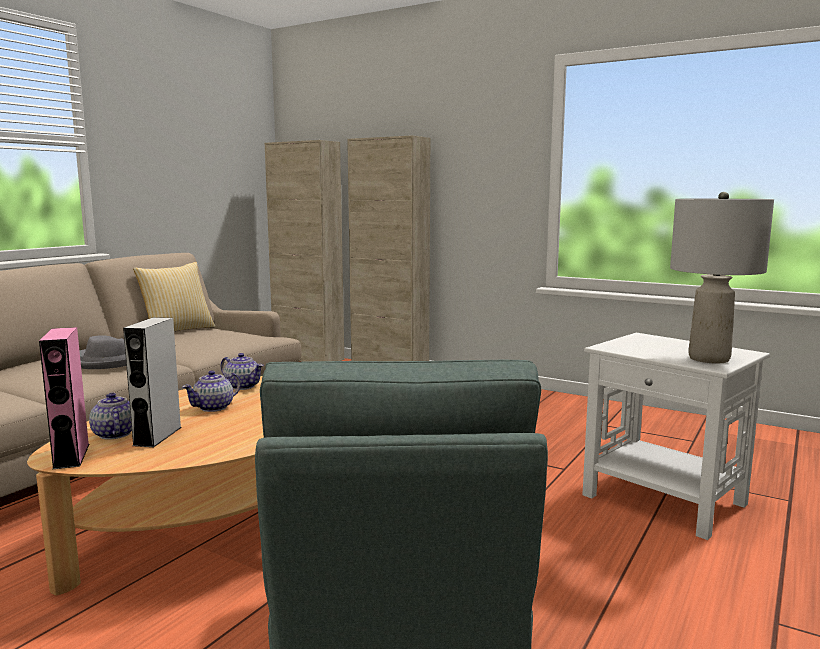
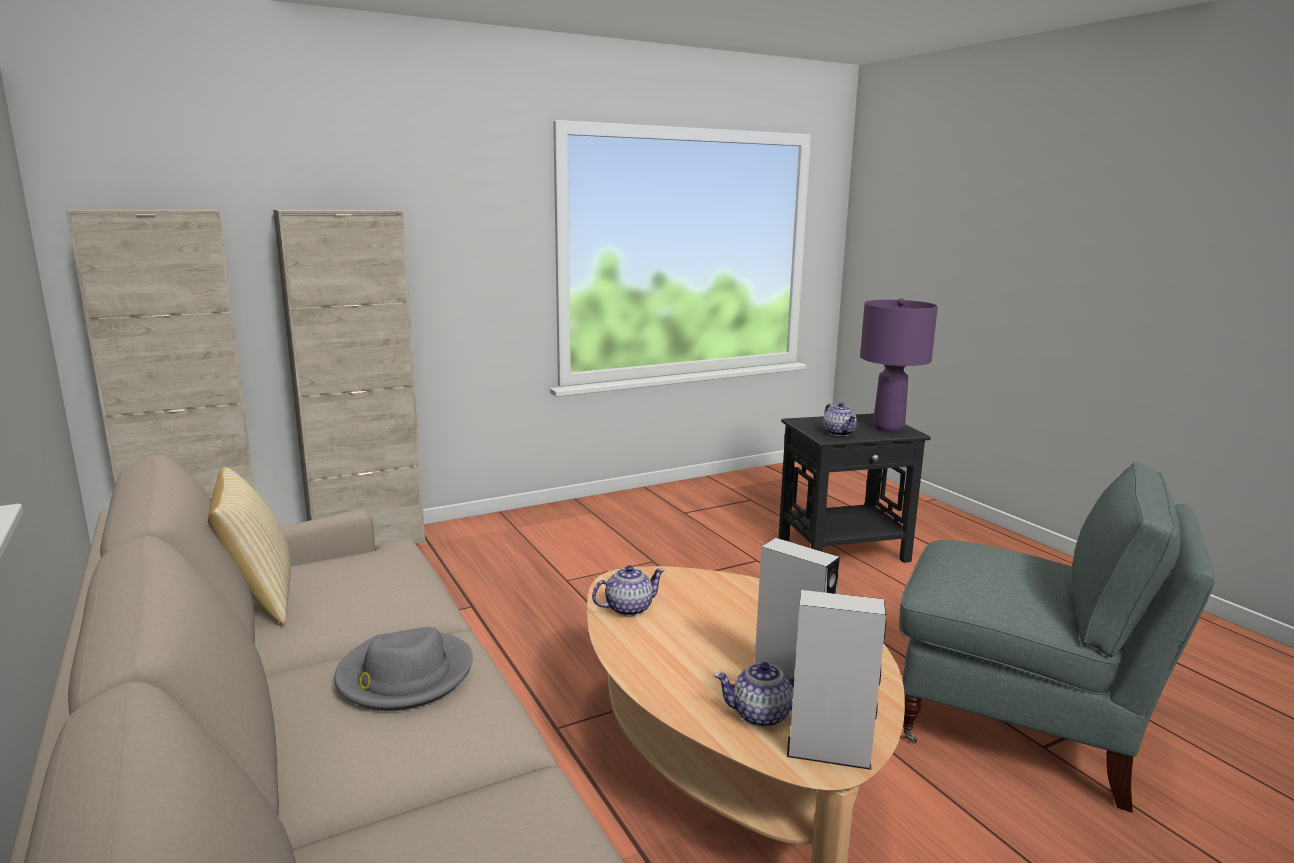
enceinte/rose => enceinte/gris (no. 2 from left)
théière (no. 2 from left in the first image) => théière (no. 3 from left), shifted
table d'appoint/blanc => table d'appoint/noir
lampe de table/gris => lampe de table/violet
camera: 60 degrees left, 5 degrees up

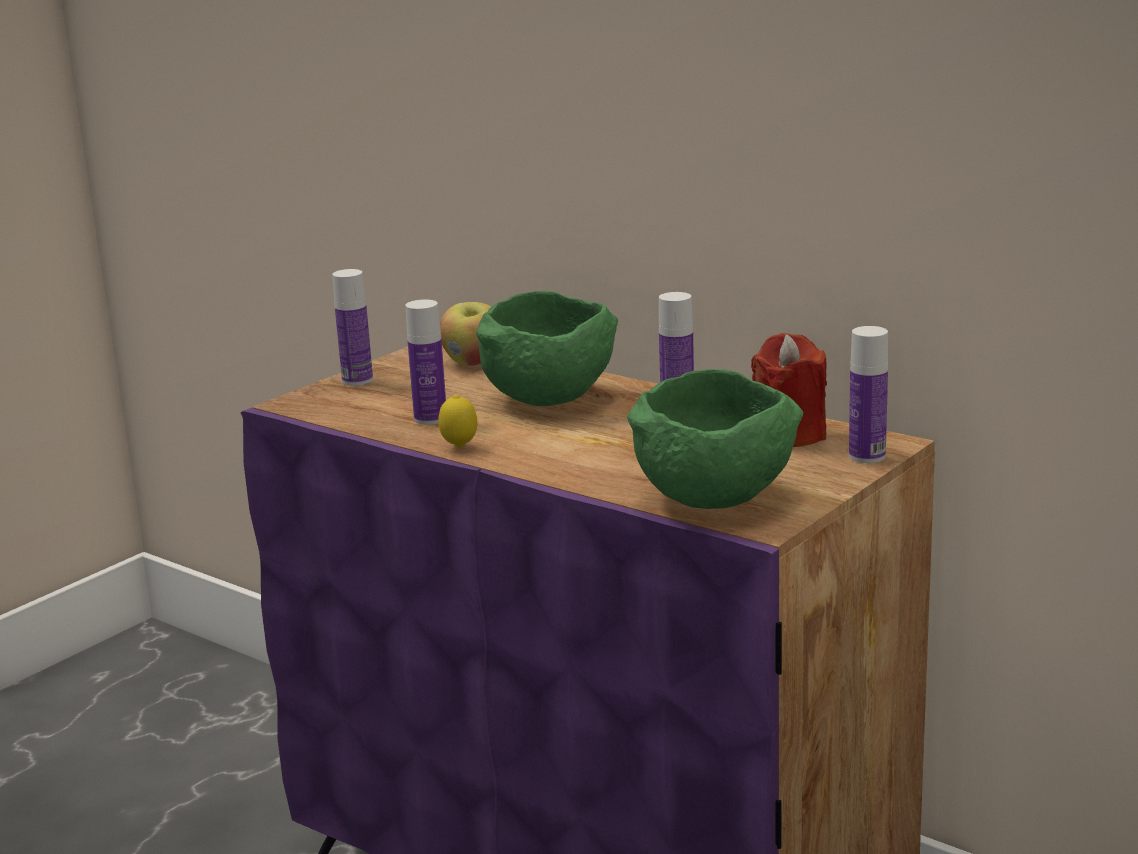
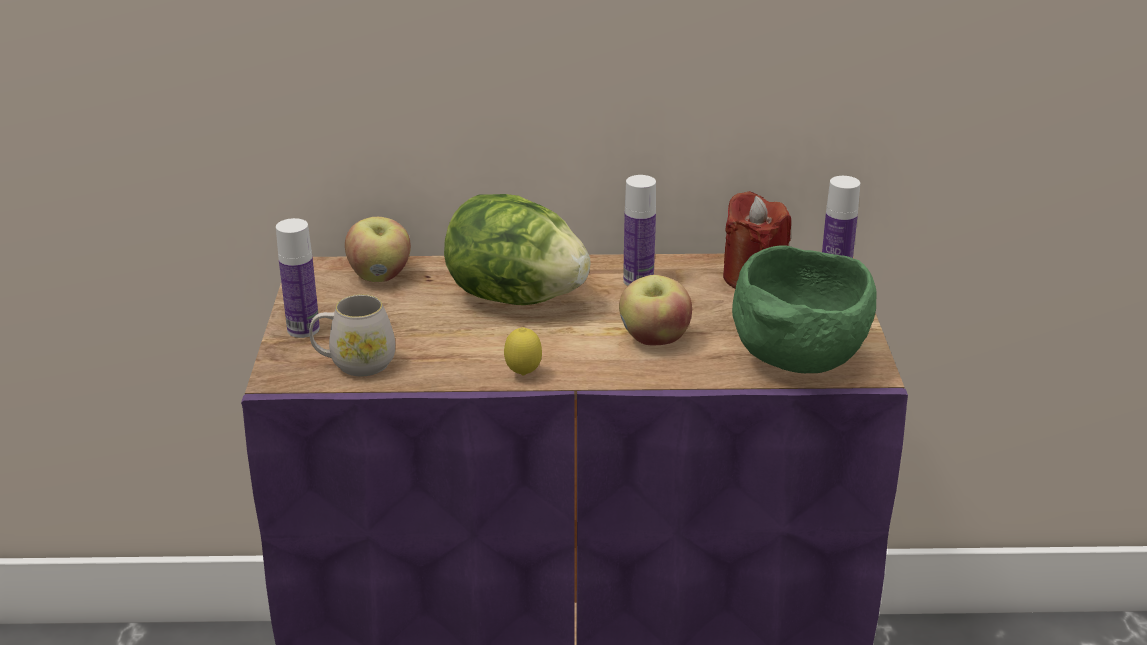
bouteille (no. 2 from left) => nothing
bol/vert (no. 1 from left) => laitue
nothing => mug/blanc
nothing => pomme (no. 2 from left)
camera: 40 degrees left, 10 degrees up

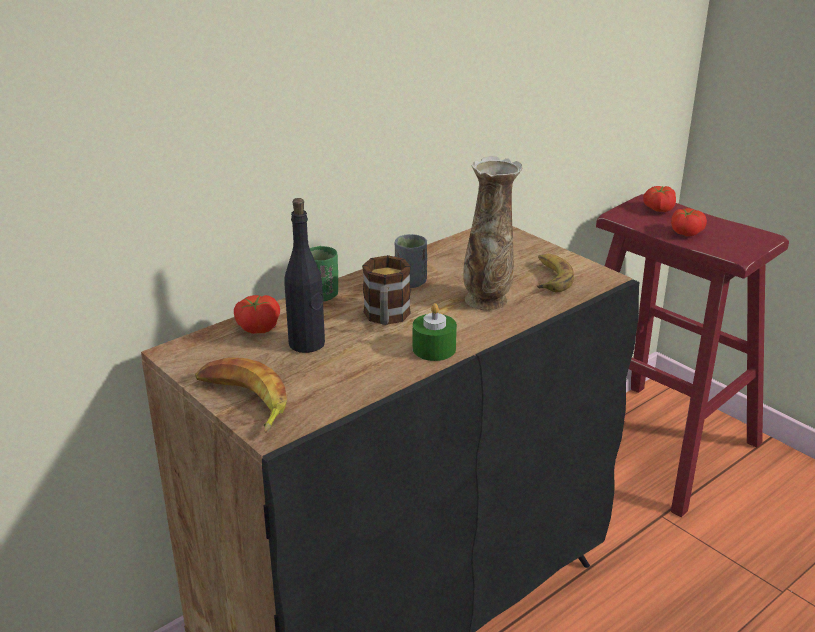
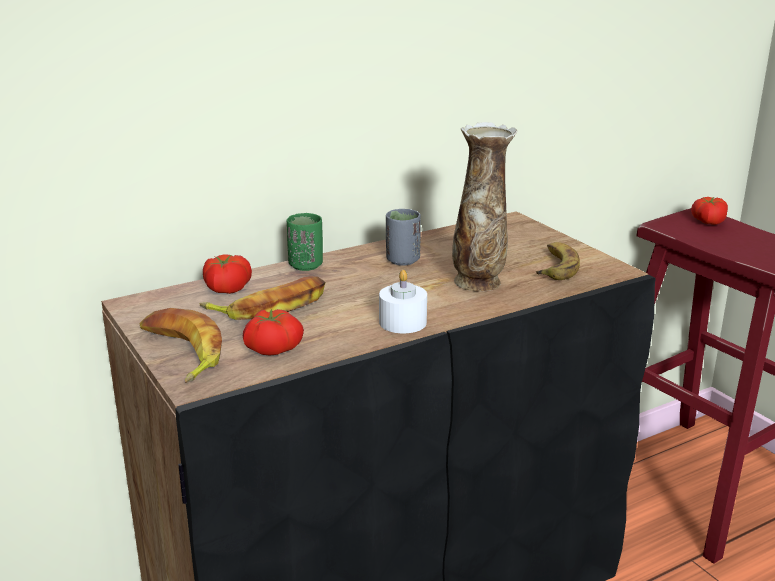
bouteille/noir => banane (no. 2 from left)
mug => nothing
bougie/vert => bougie/blanc
tomate (no. 3 from left in the first image) => tomate (no. 2 from left), shifted
camera: 10 degrees right, 5 degrees down

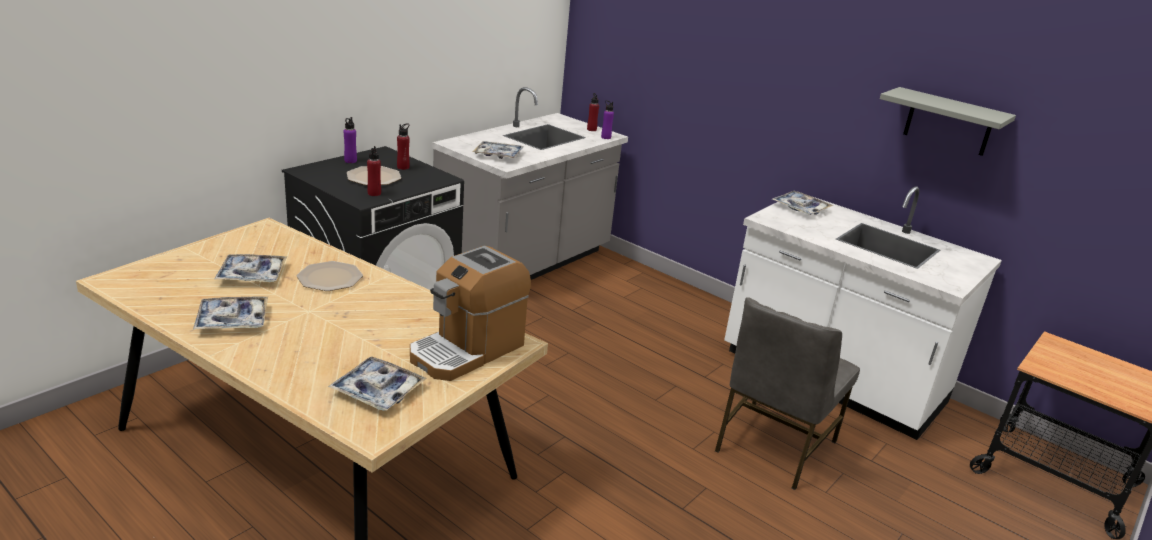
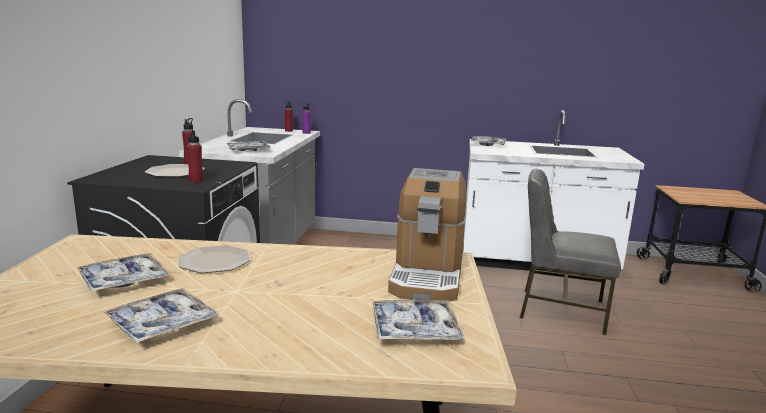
bouteille/violet (no. 1 from left) => nothing
chaise/gris, 105 degrees clockwise
étagère/gris => nothing
camera: 30 degrees left, 10 degrees down

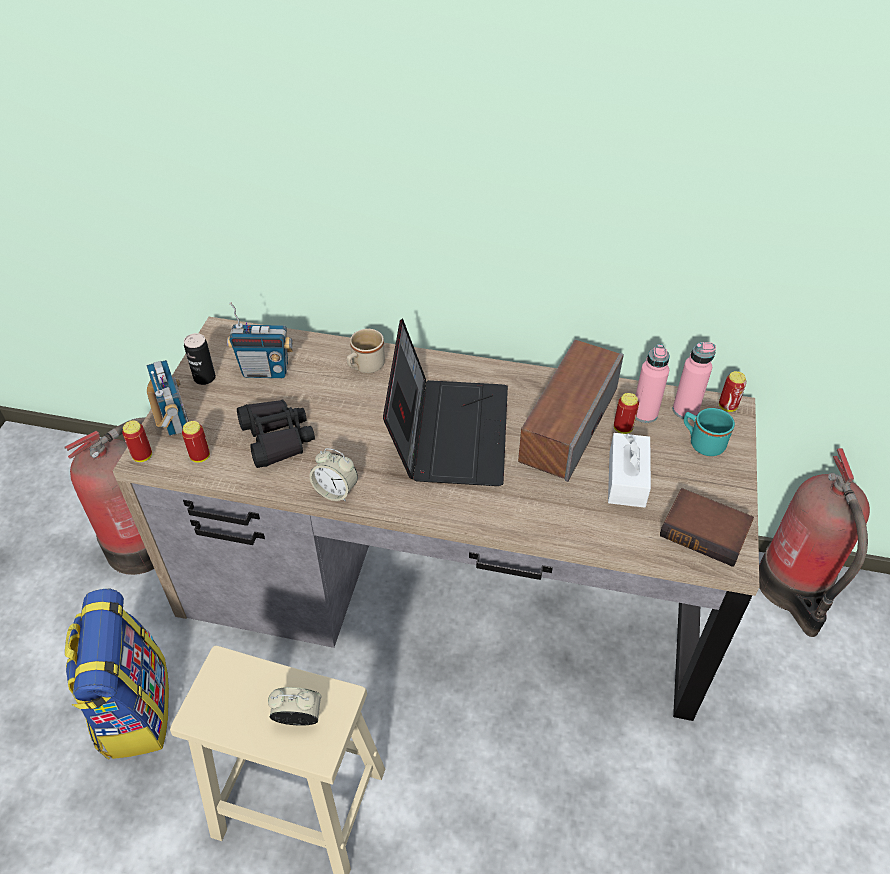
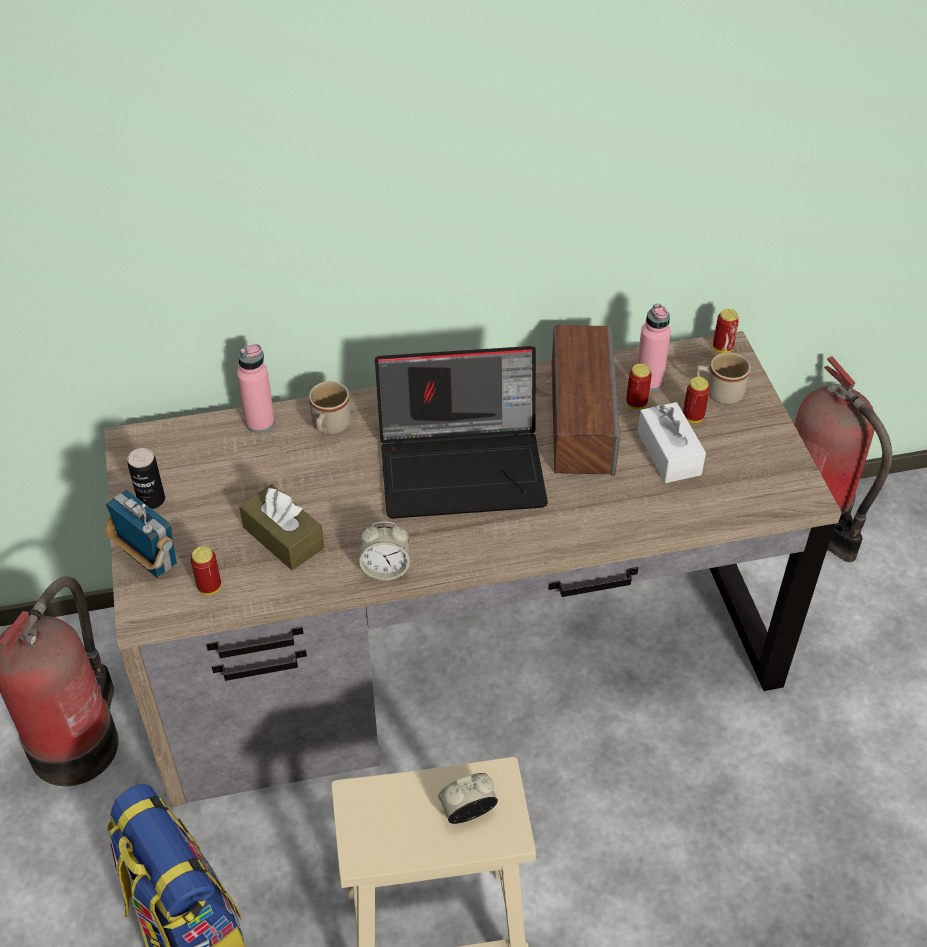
boîte métallique (no. 1 from left in the first image) => boîte métallique (no. 4 from left), shifted
radio (no. 2 from left) => nothing
jumelles/noir => boîte à mouchoirs/marron
ordinateur portable, 105 degrees clockwise
livre => nothing
bouteille/rose (no. 2 from left in the first image) => bouteille/rose (no. 1 from left), shifted
mug/turquoise => mug/beige (no. 2 from left)
camera: 25 degrees left, 0 degrees up

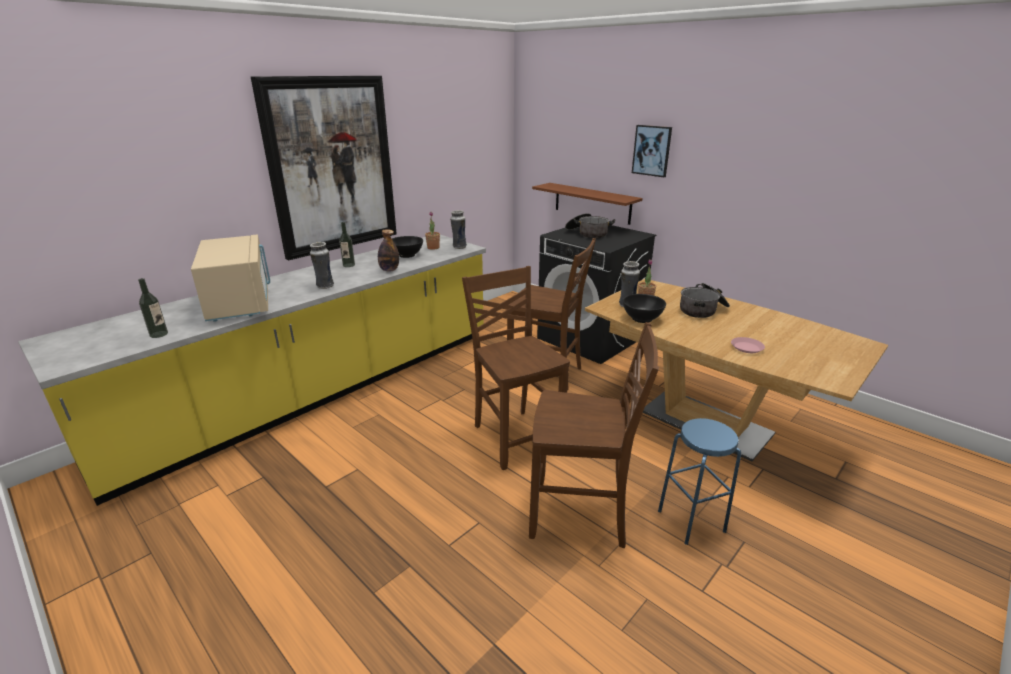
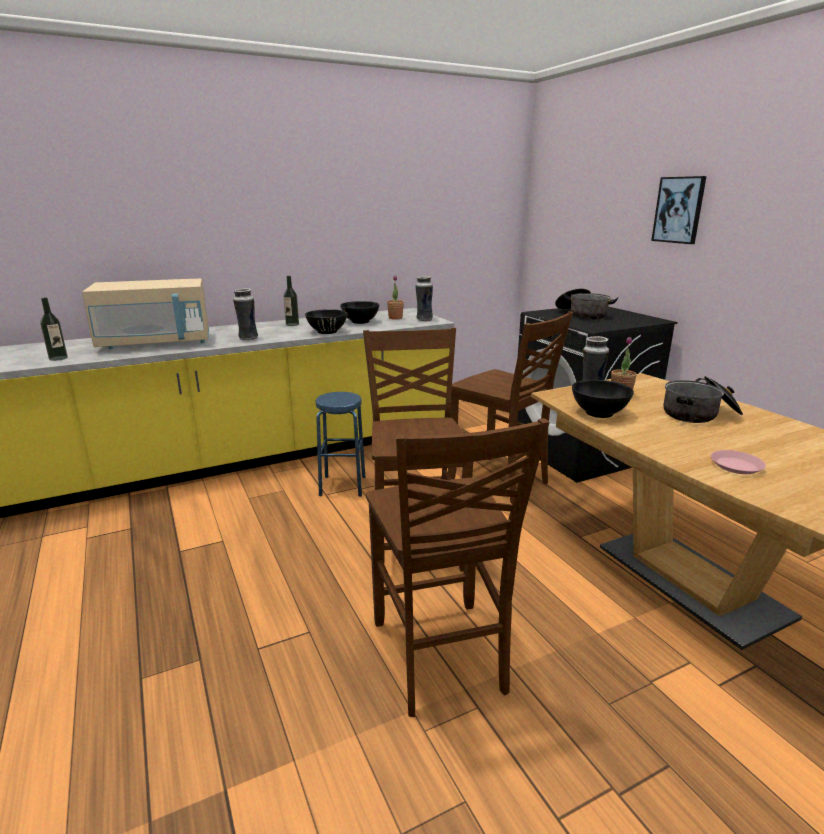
micro-ondes/beige, 75 degrees clockwise
tableau (no. 1 from left) => nothing
bouteille (no. 3 from left) => bol/noir (no. 1 from left)
chaise/marron (no. 3 from left in the first image) => chaise/marron (no. 2 from left), 45 degrees clockwise
étagère/marron => nothing
tabouret/bleu, shifted
camera: 20 degrees right, 5 degrees down

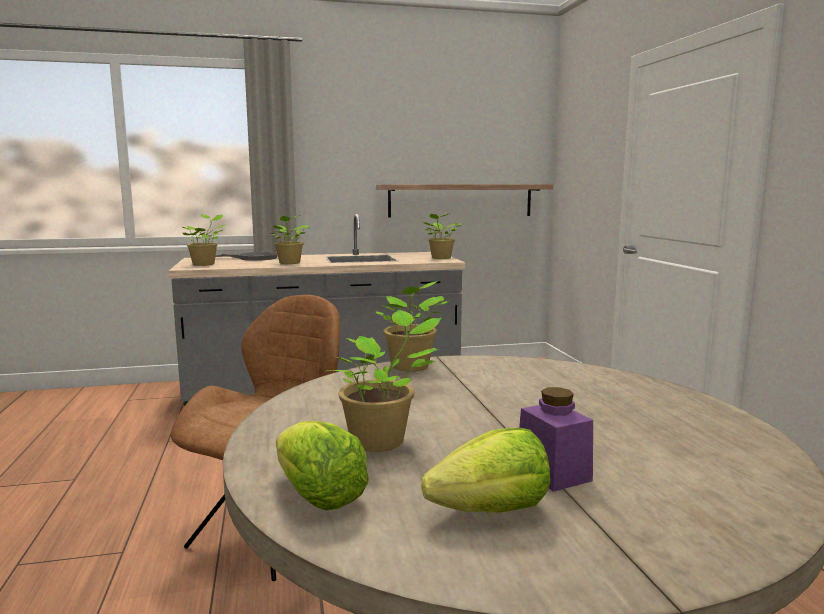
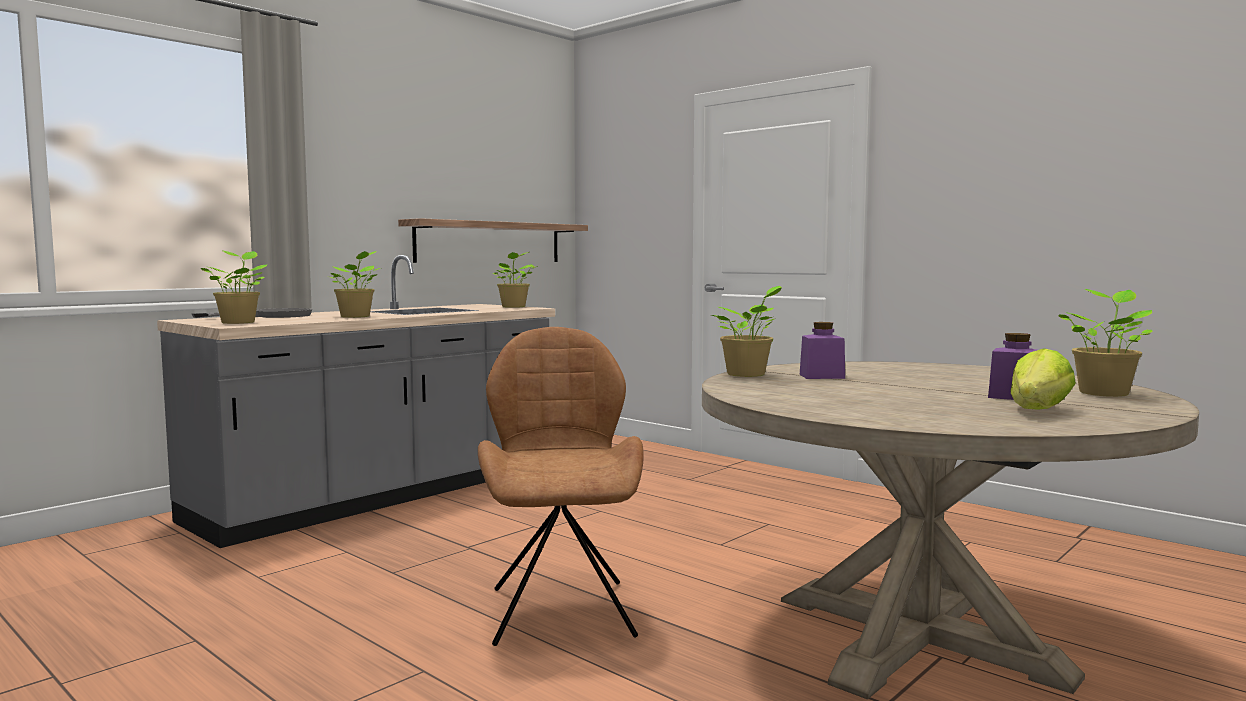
laitue (no. 1 from left) => nothing
plante en pot (no. 3 from left in the first image) => plante en pot (no. 5 from left), shifted
nothing => bocal/violet (no. 1 from left)
camera: 35 degrees left, 5 degrees down

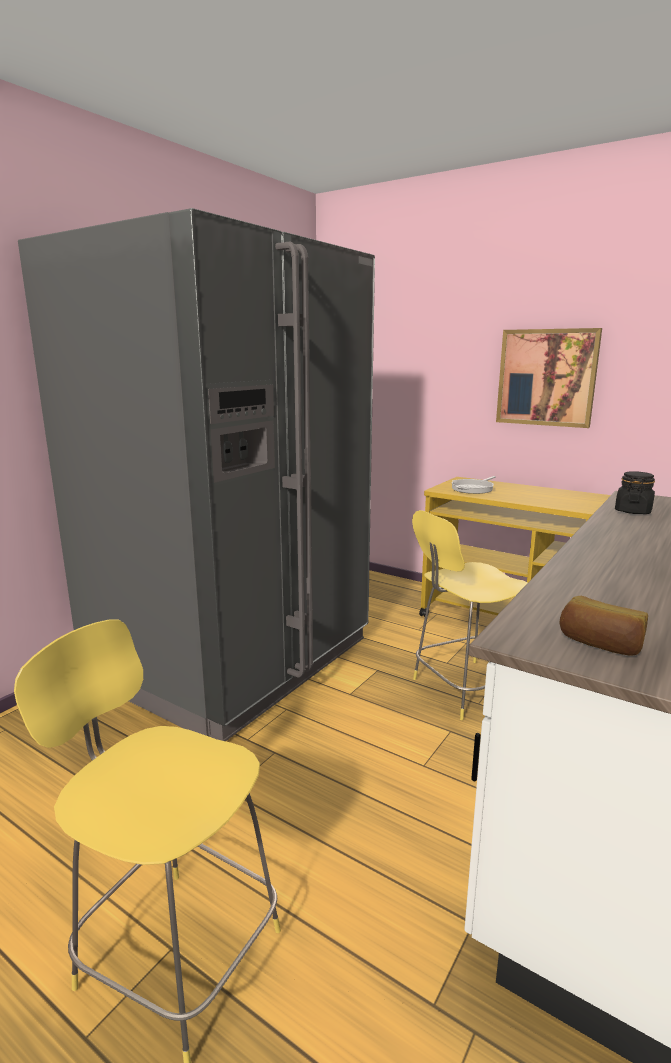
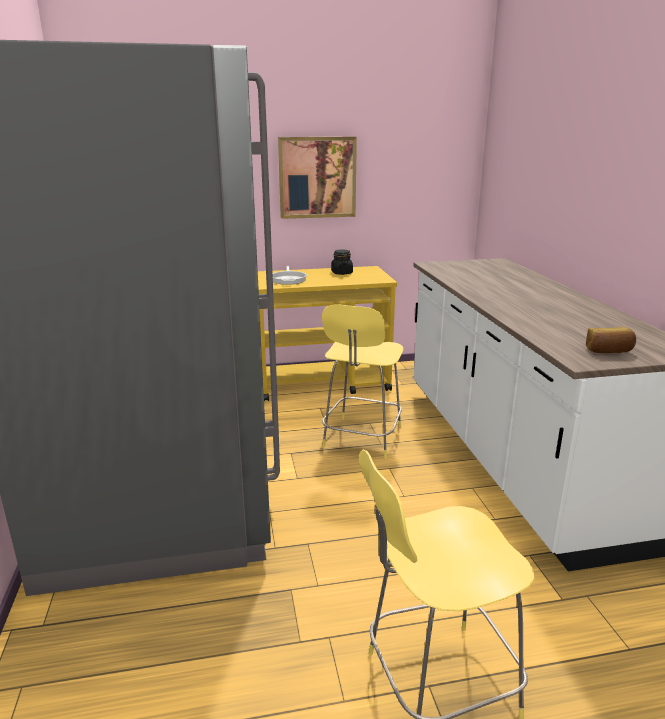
bocal/noir, shifted
camera: 45 degrees left, 5 degrees up

